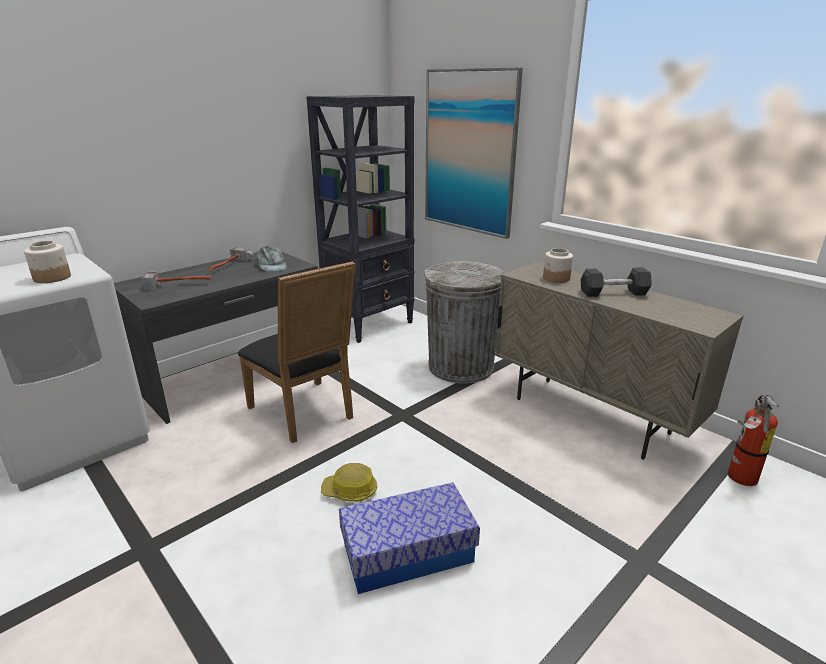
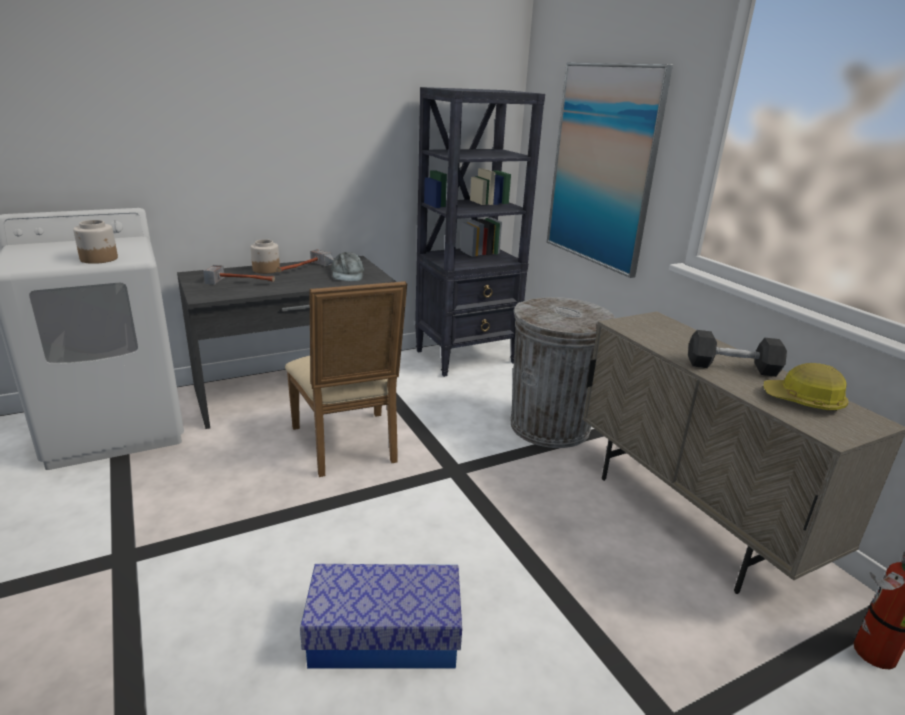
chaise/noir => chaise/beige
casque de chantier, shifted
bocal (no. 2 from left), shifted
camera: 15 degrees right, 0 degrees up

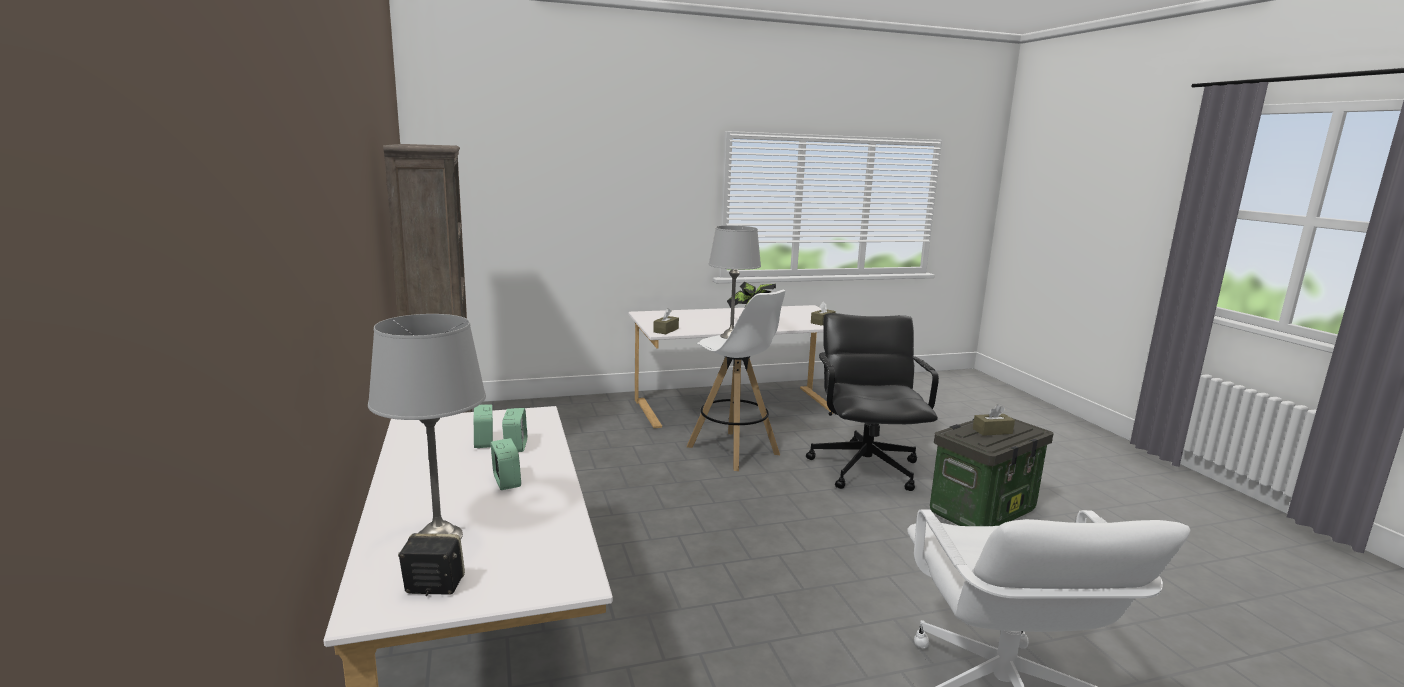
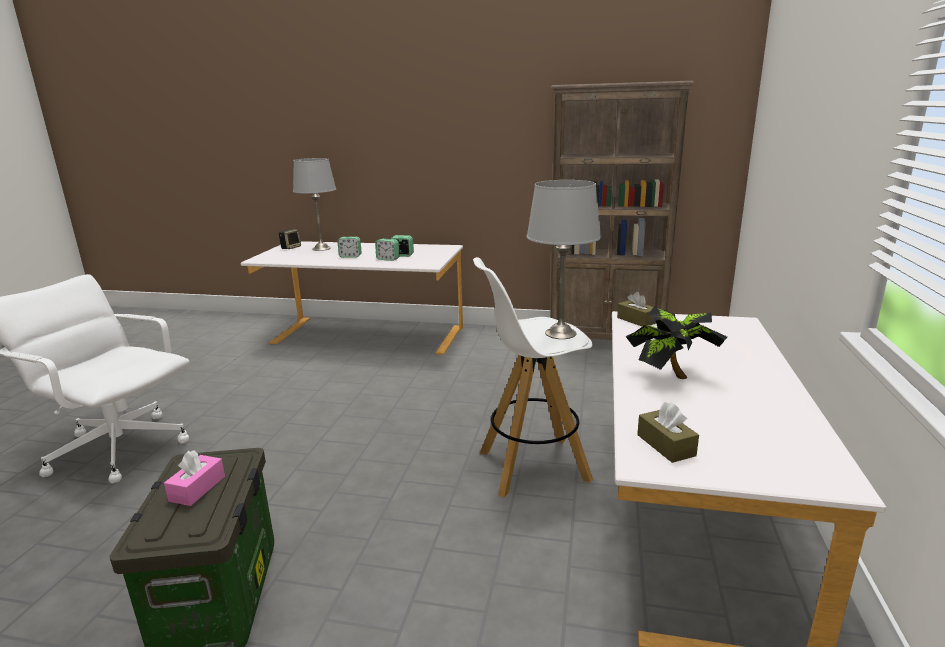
chaise de bureau/noir => nothing
boîte à mouchoirs/marron (no. 3 from left) => boîte à mouchoirs/rose
camera: 120 degrees right, 5 degrees up

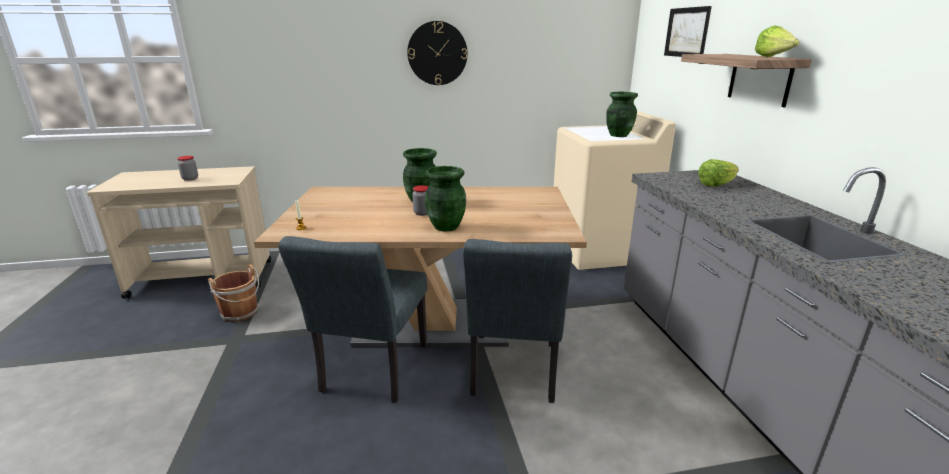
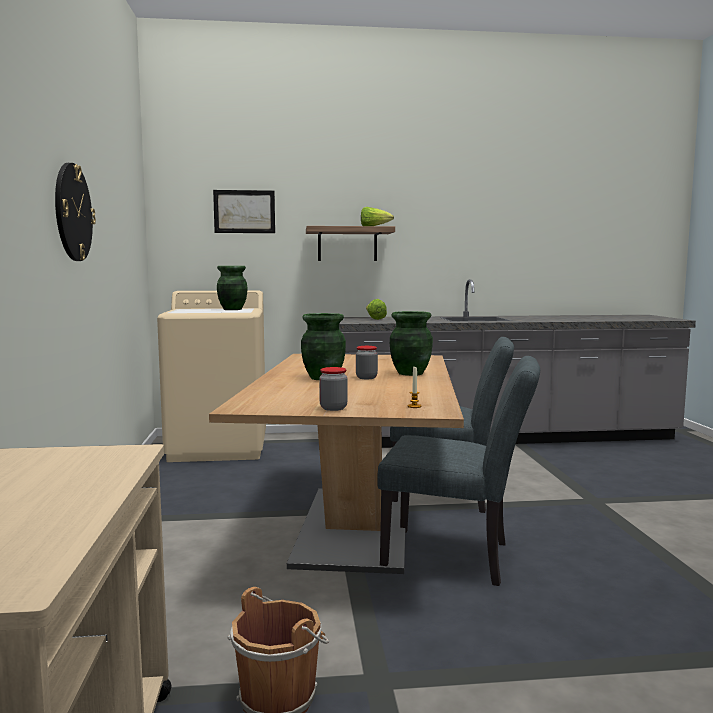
bocal (no. 1 from left), shifted
camera: 85 degrees left, 15 degrees down

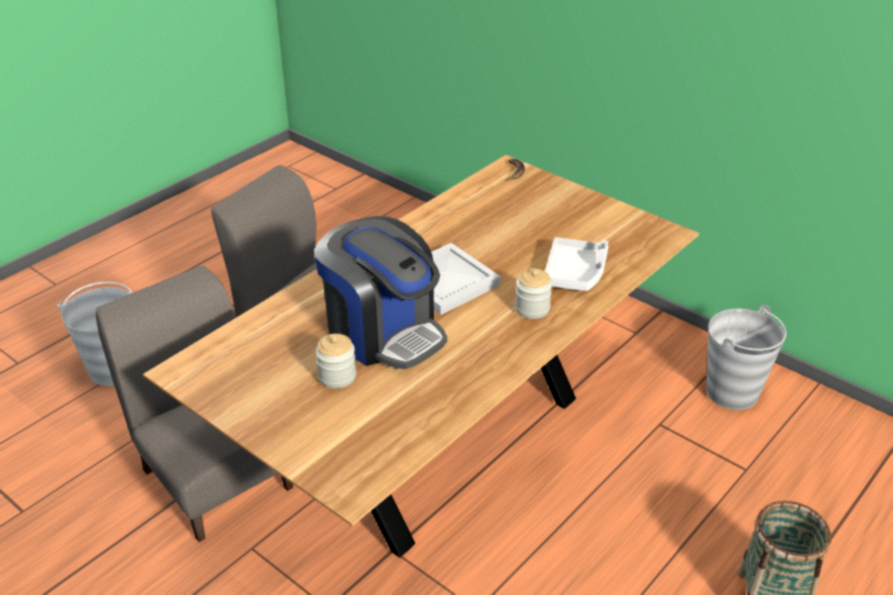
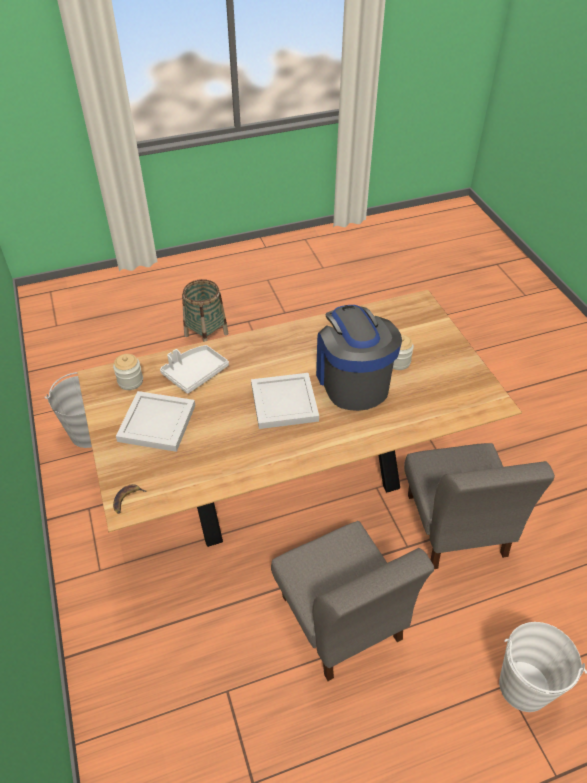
bocal (no. 2 from left in the first image) => bocal (no. 1 from left), shifted
nothing => plateau/blanc (no. 1 from left)
camera: 150 degrees left, 10 degrees up

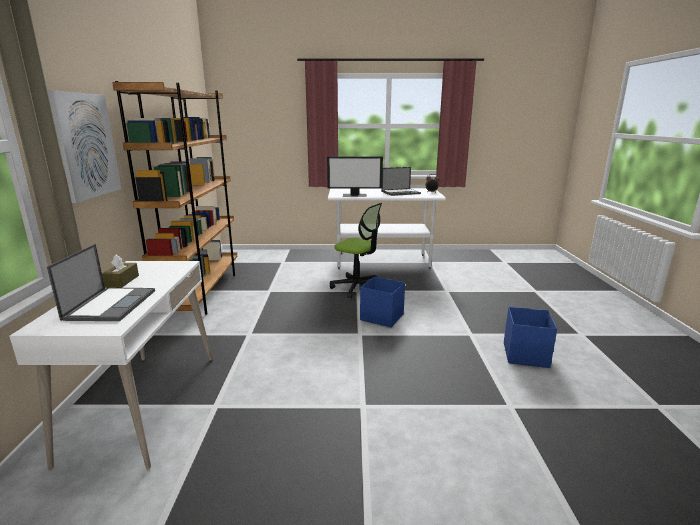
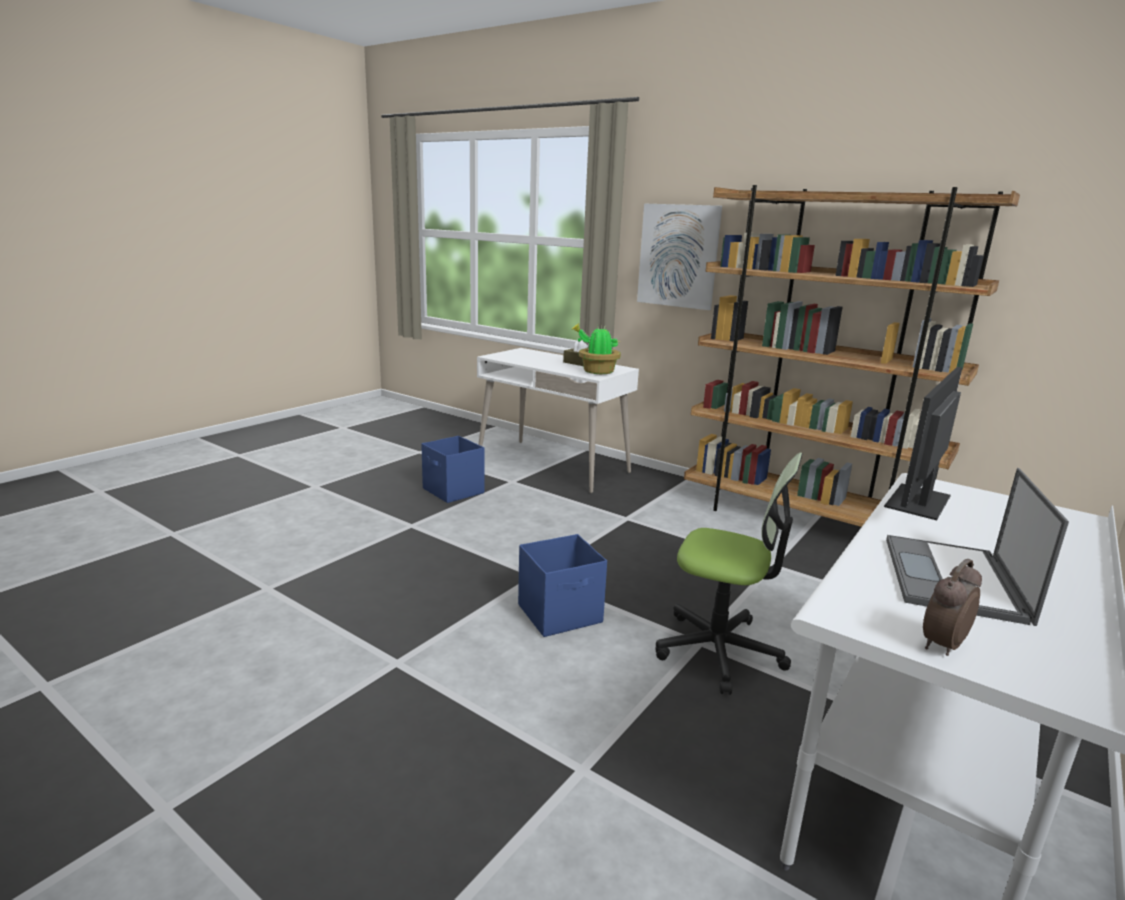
ordinateur portable (no. 1 from left) => nothing
chaise de bureau, 135 degrees counterclockwise
boîte de rangement/bleu (no. 2 from left in the first image) => boîte de rangement/bleu (no. 1 from left), shifted
nothing => plante en pot
camera: 125 degrees right, 0 degrees up

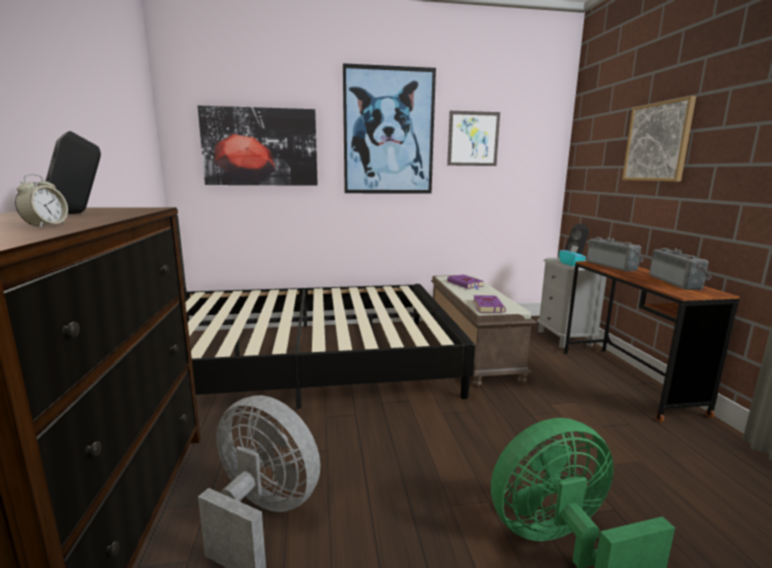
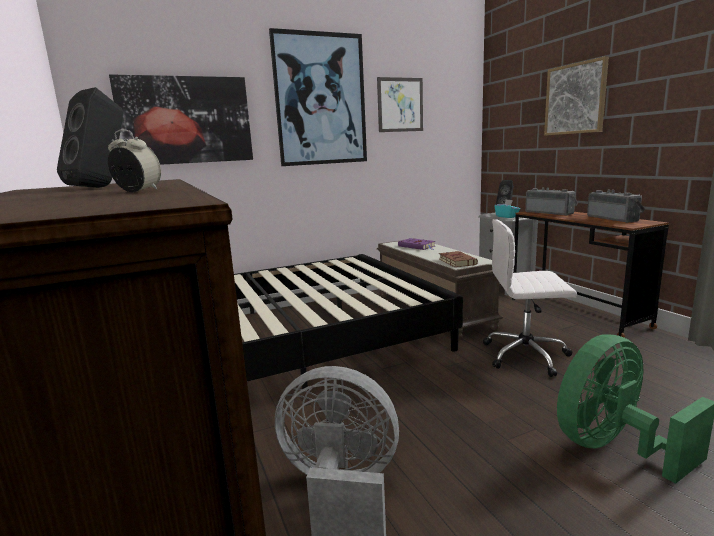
réveil, 60 degrees counterclockwise
livre/violet (no. 2 from left) => livre/marron
nothing => chaise de bureau/blanc
camera: 15 degrees left, 0 degrees up

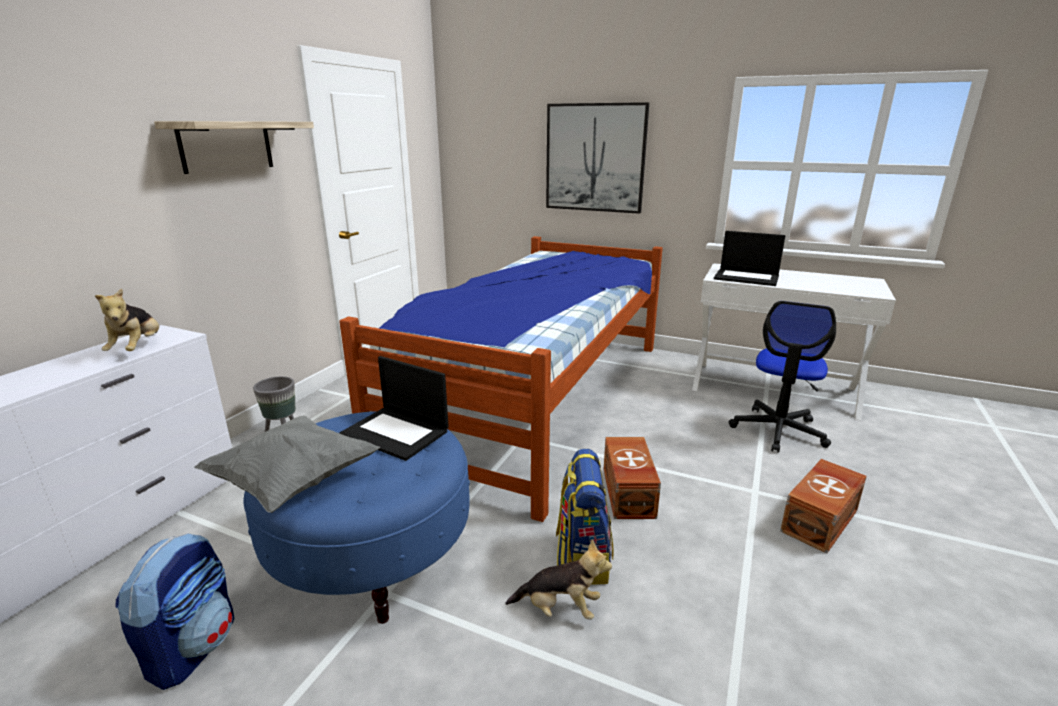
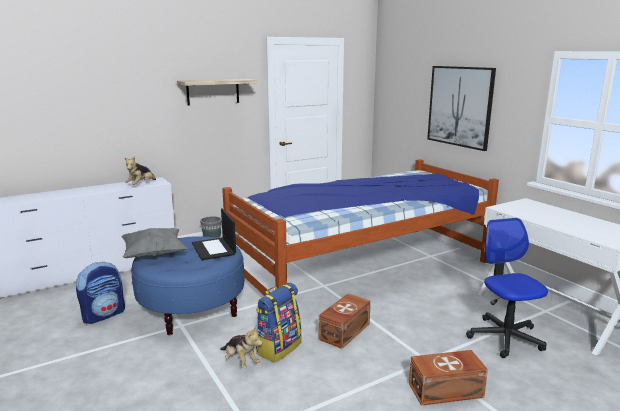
ordinateur portable (no. 2 from left) => nothing
chaise de bureau, 105 degrees clockwise
camera: 35 degrees right, 5 degrees down

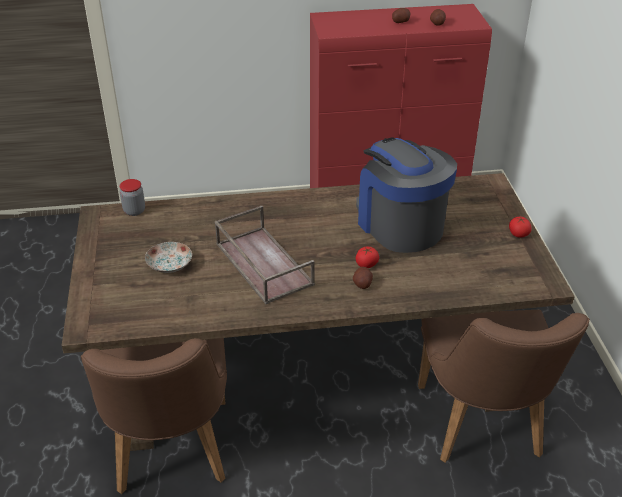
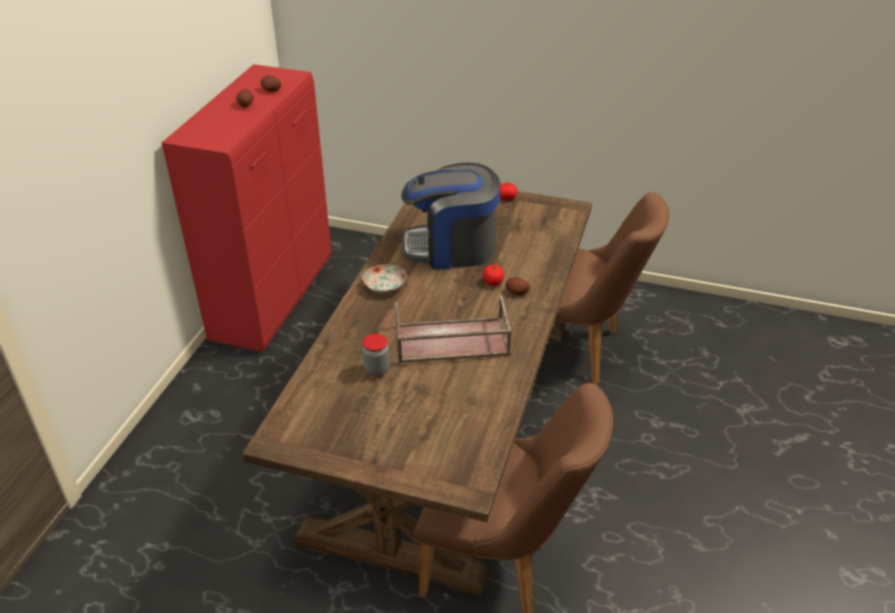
bocal, shifted
assiette, shifted
camera: 65 degrees left, 0 degrees up

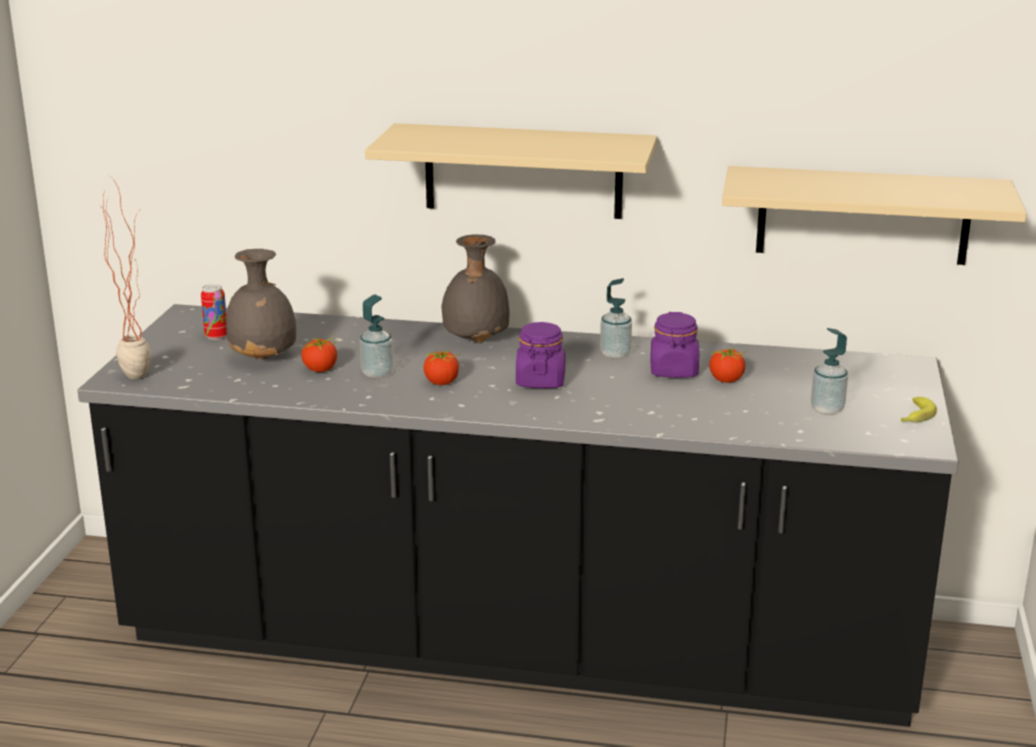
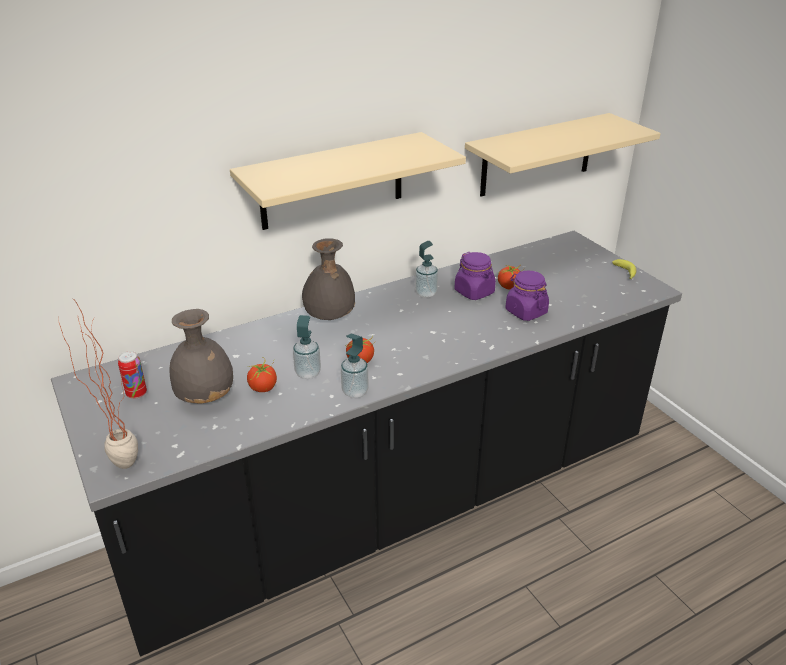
bocal/violet (no. 1 from left in the first image) => bocal/violet (no. 2 from left), shifted
distributeur de savon (no. 3 from left in the first image) => distributeur de savon (no. 2 from left), shifted
camera: 40 degrees left, 10 degrees up

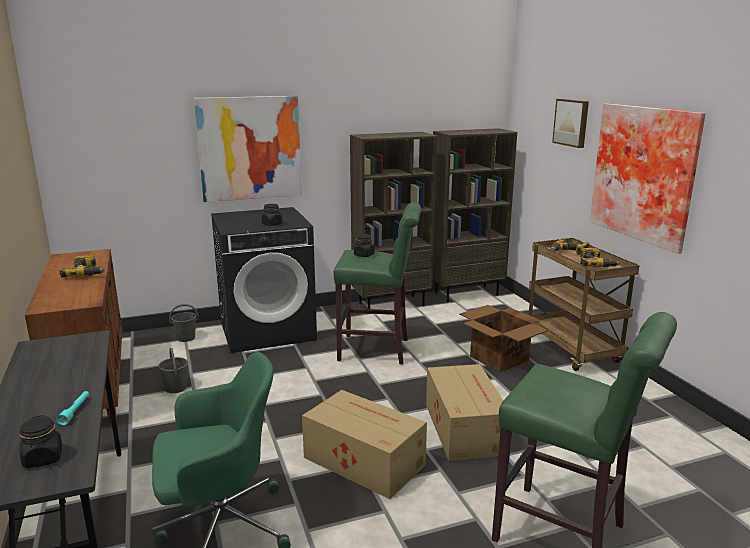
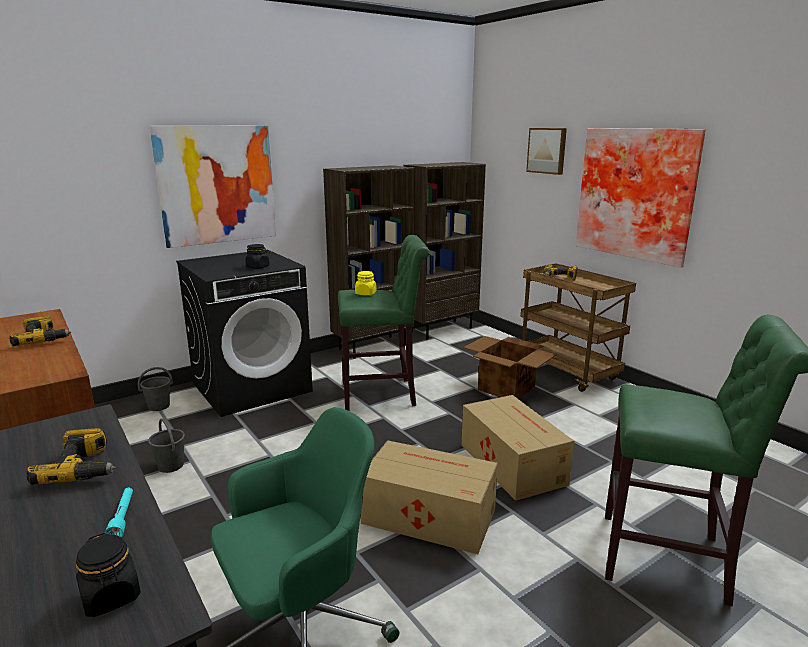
bocal/noir (no. 3 from left) => bocal/jaune
perceuse (no. 3 from left in the first image) => perceuse (no. 2 from left), shifted
camera: 15 degrees left, 0 degrees up

